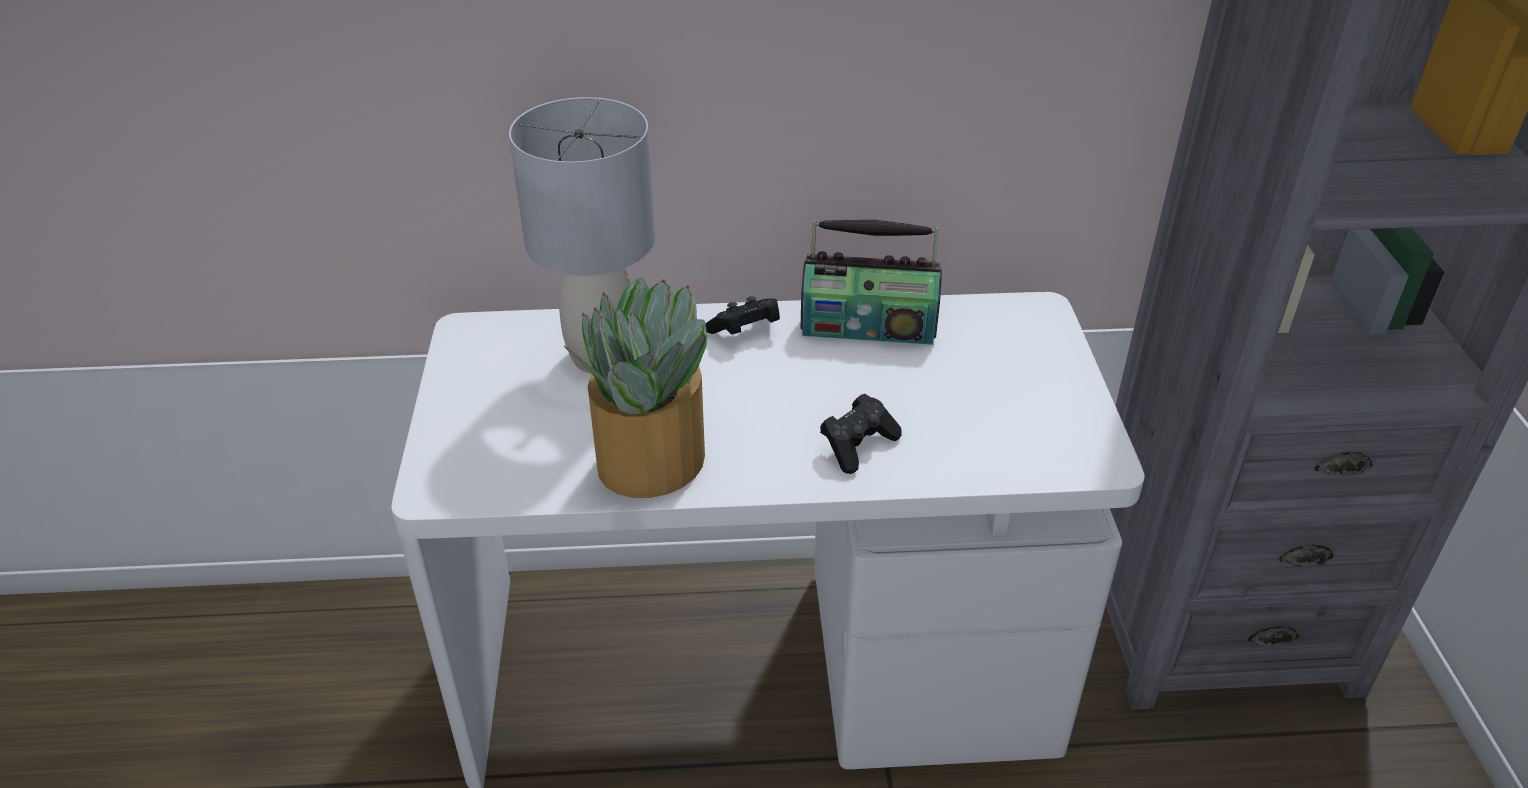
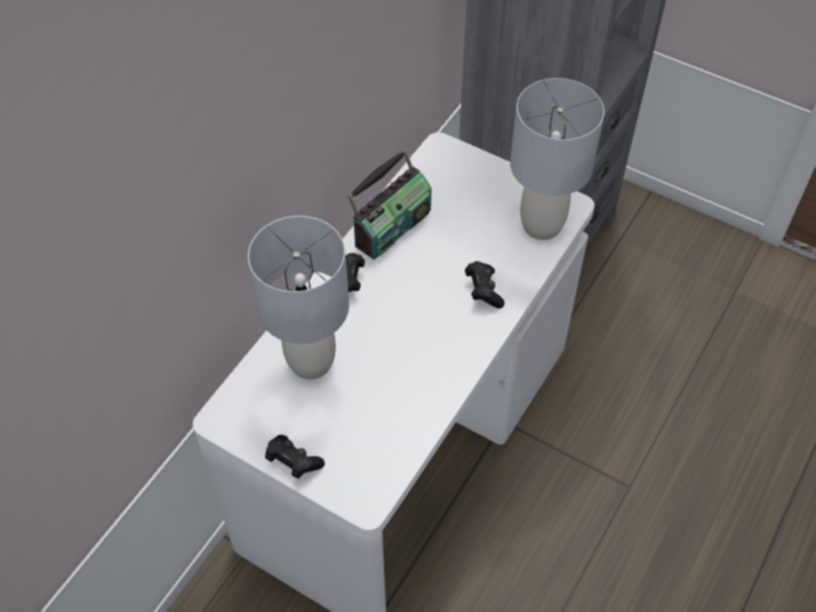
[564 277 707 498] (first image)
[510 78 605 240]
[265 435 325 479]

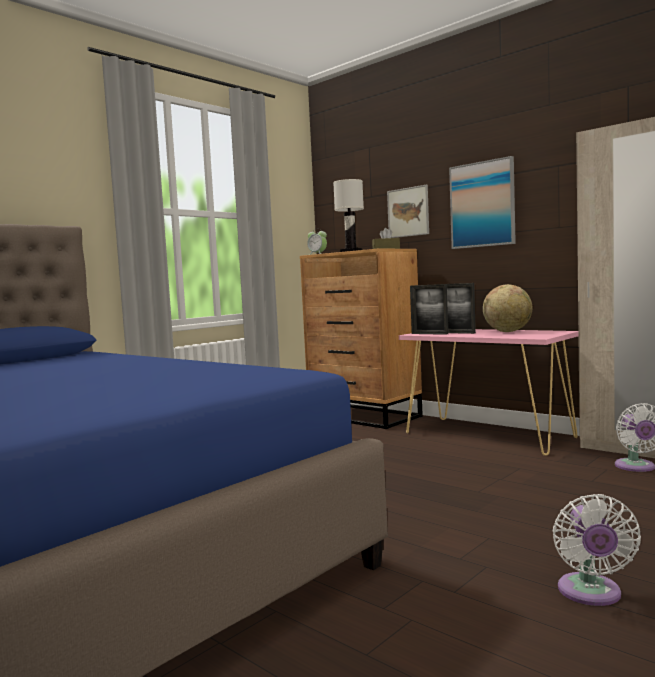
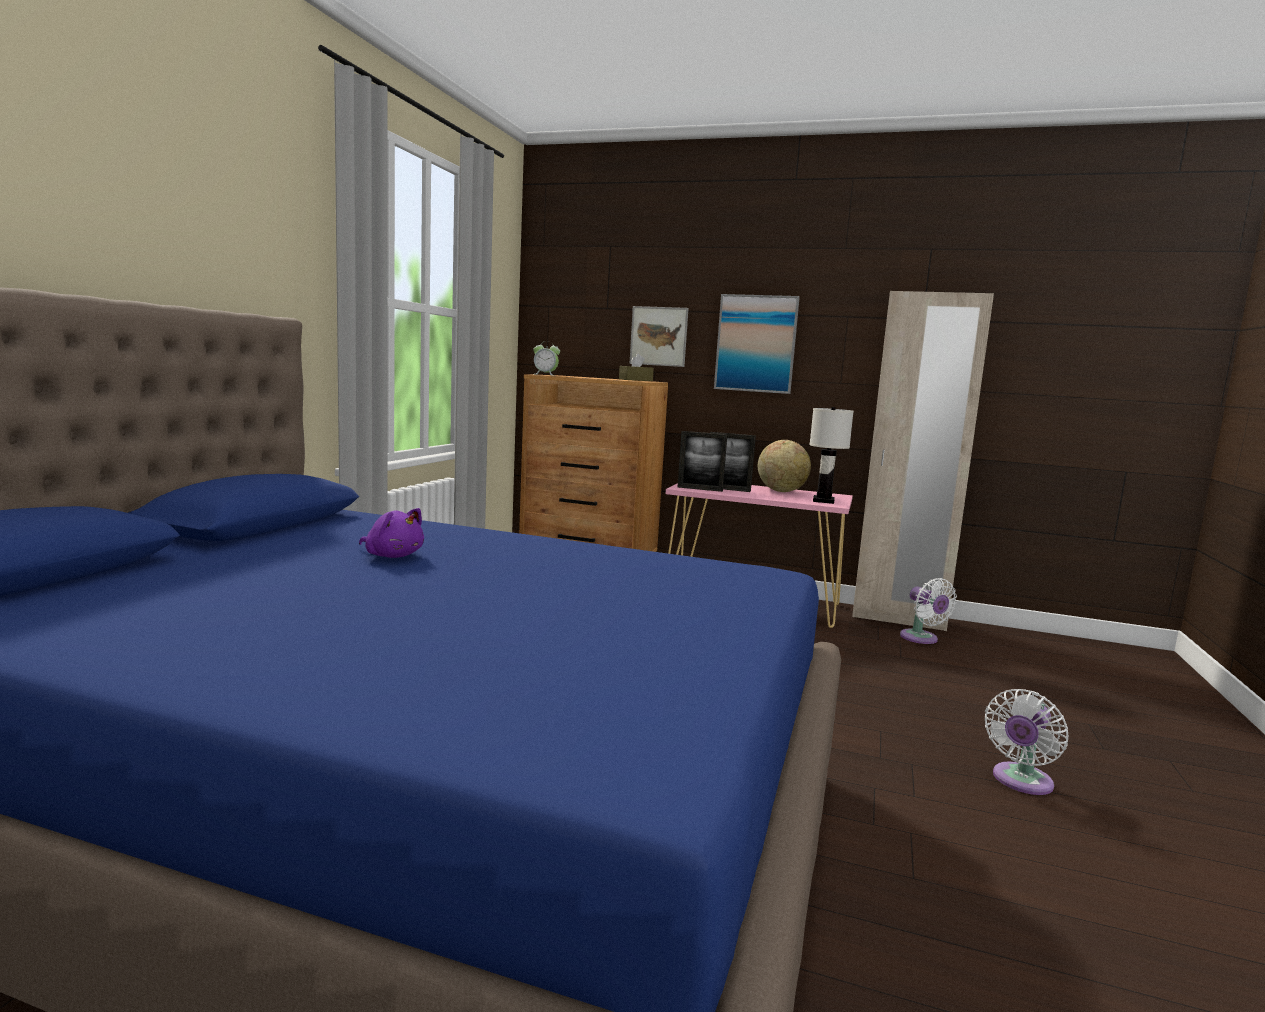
[809 407 854 504]
[985 689 1068 795]
[359 508 424 558]

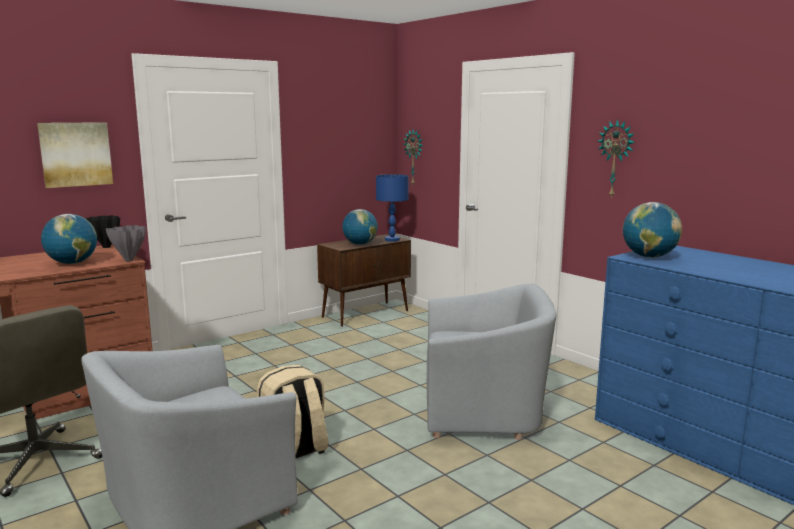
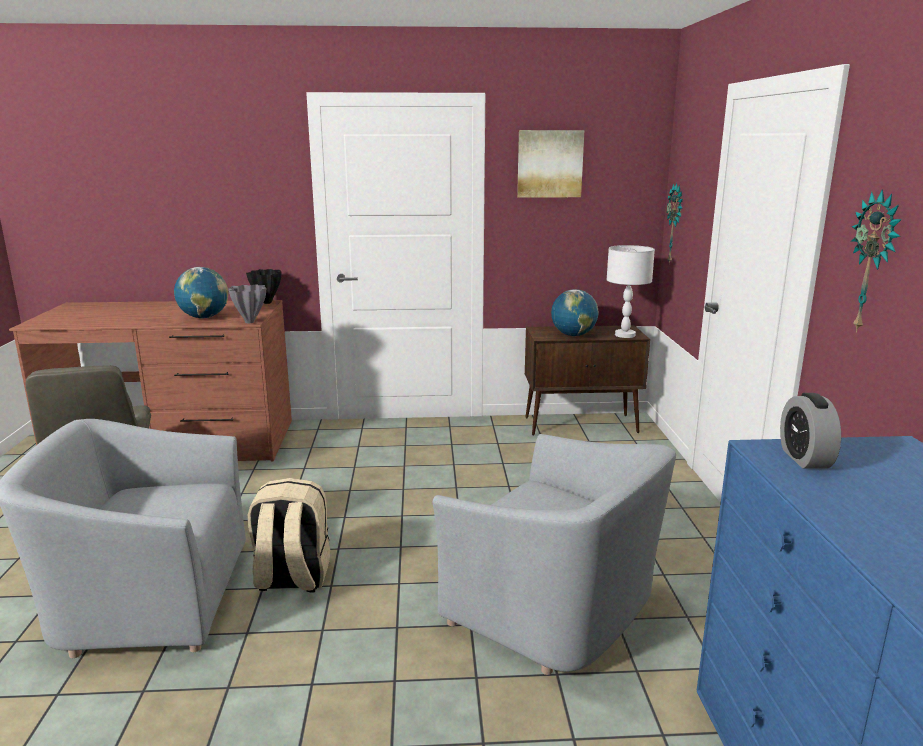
[517 130 585 198]
[606 245 655 338]
[780 393 841 469]

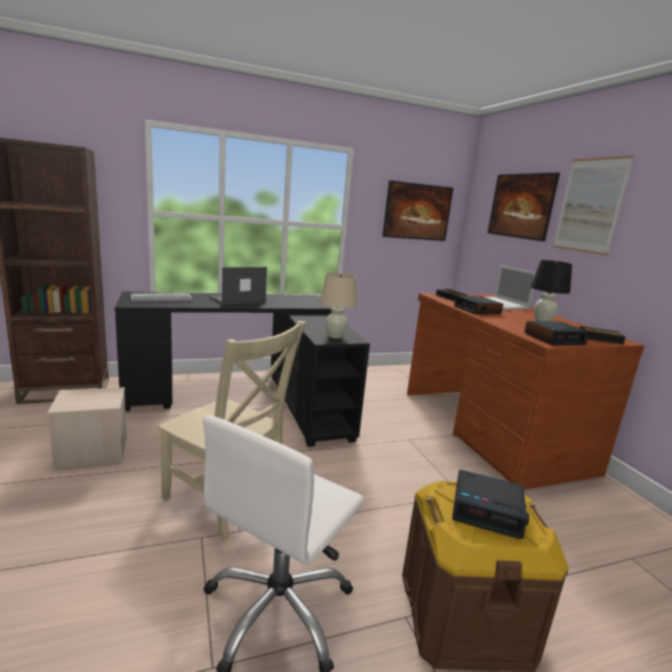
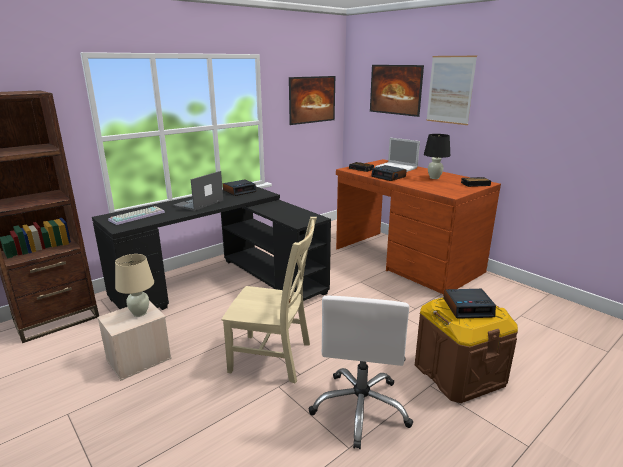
[115 254 154 317]
[223 180 256 196]

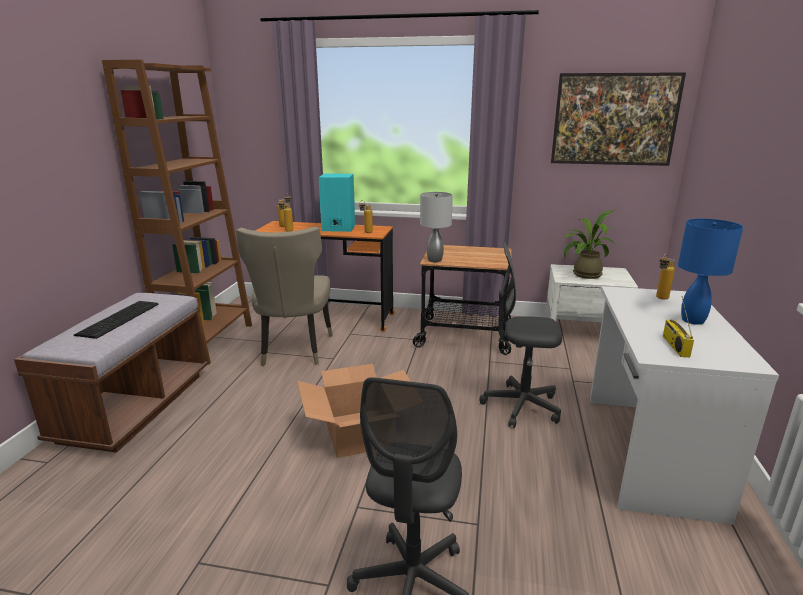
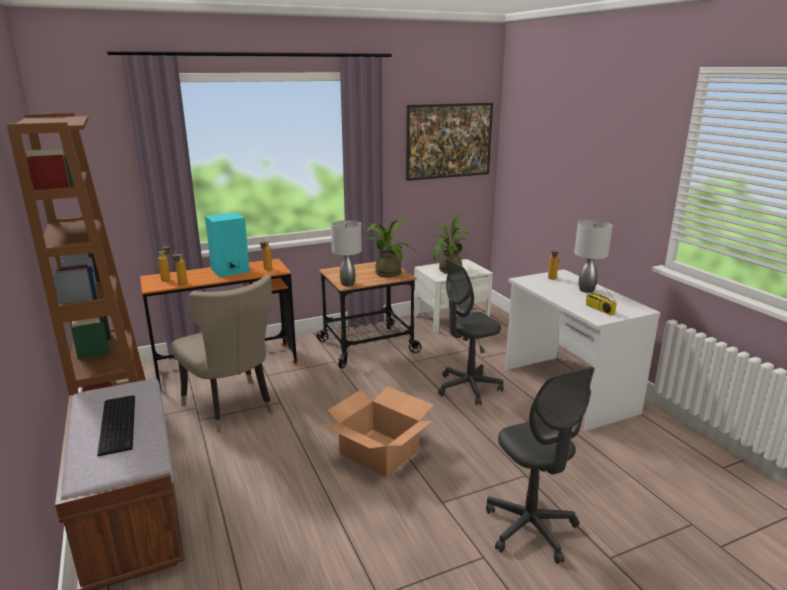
[574 220 613 293]
[363 218 419 278]

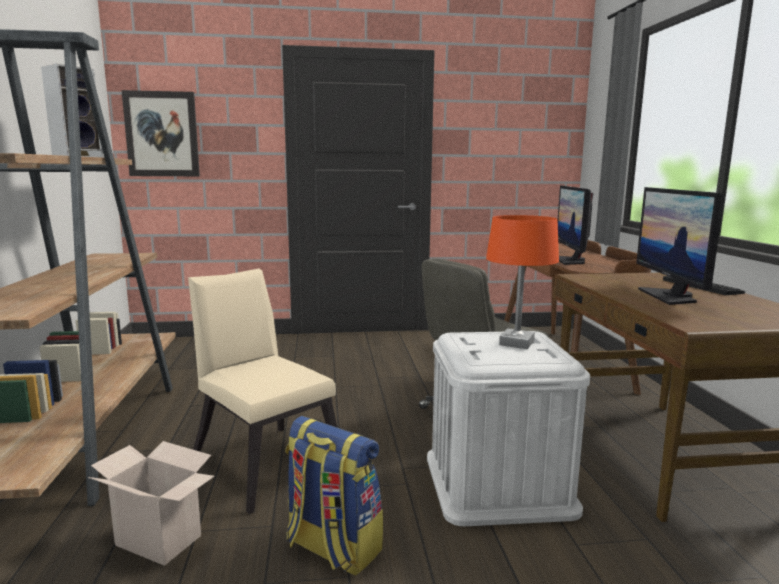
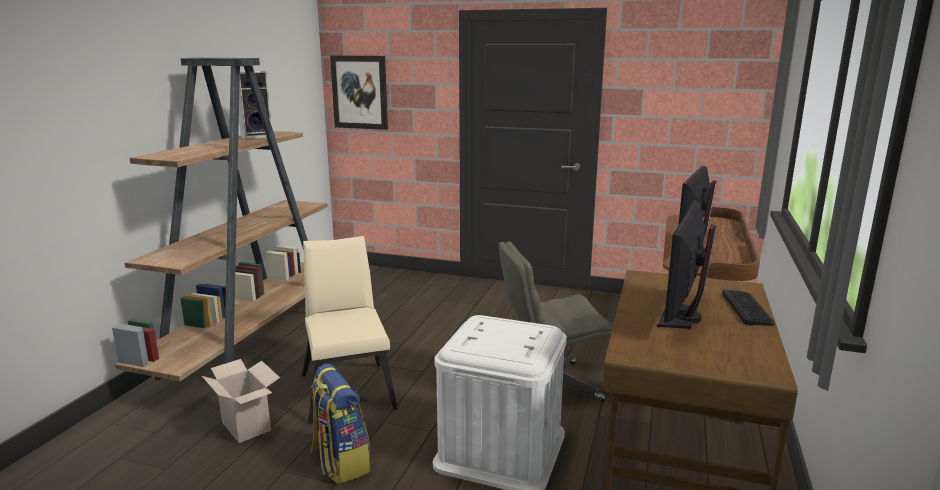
[486 215 559 349] (first image)

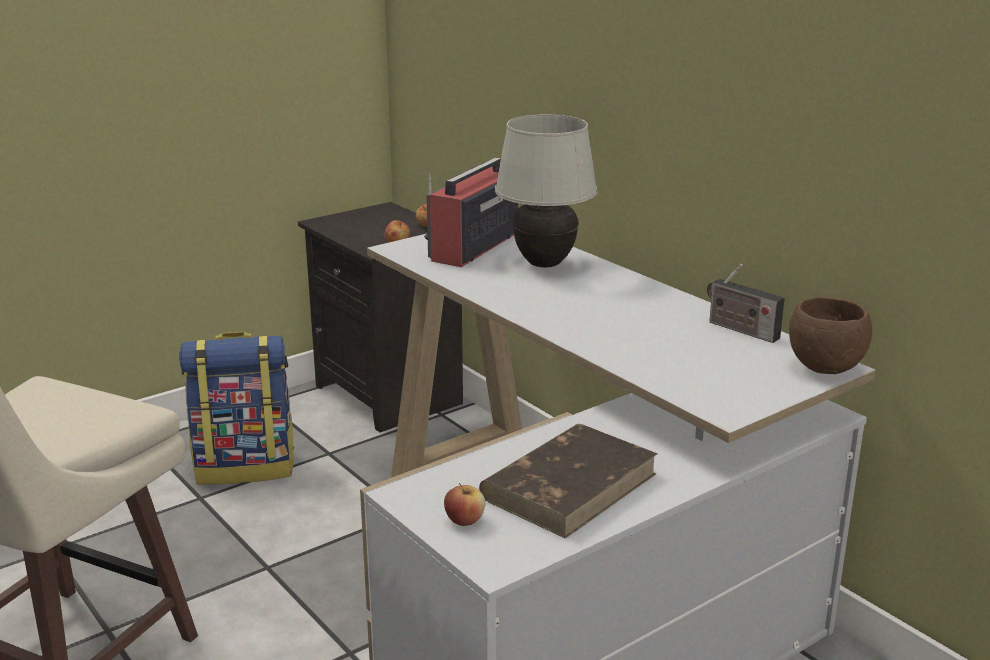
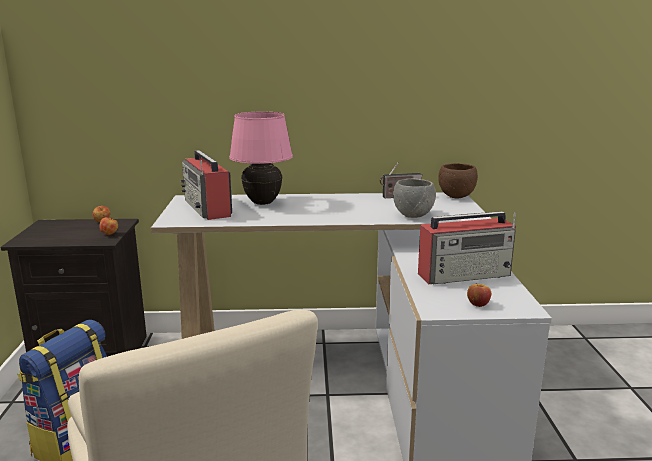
[229 112 293 205]
[418 211 516 284]
[393 178 436 218]

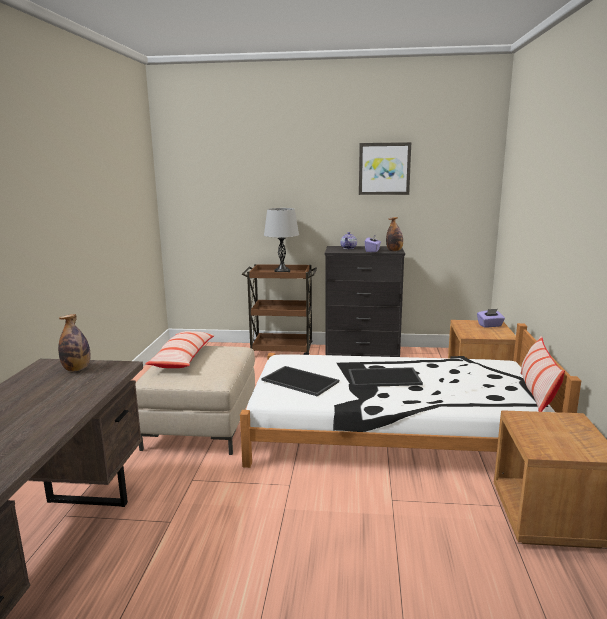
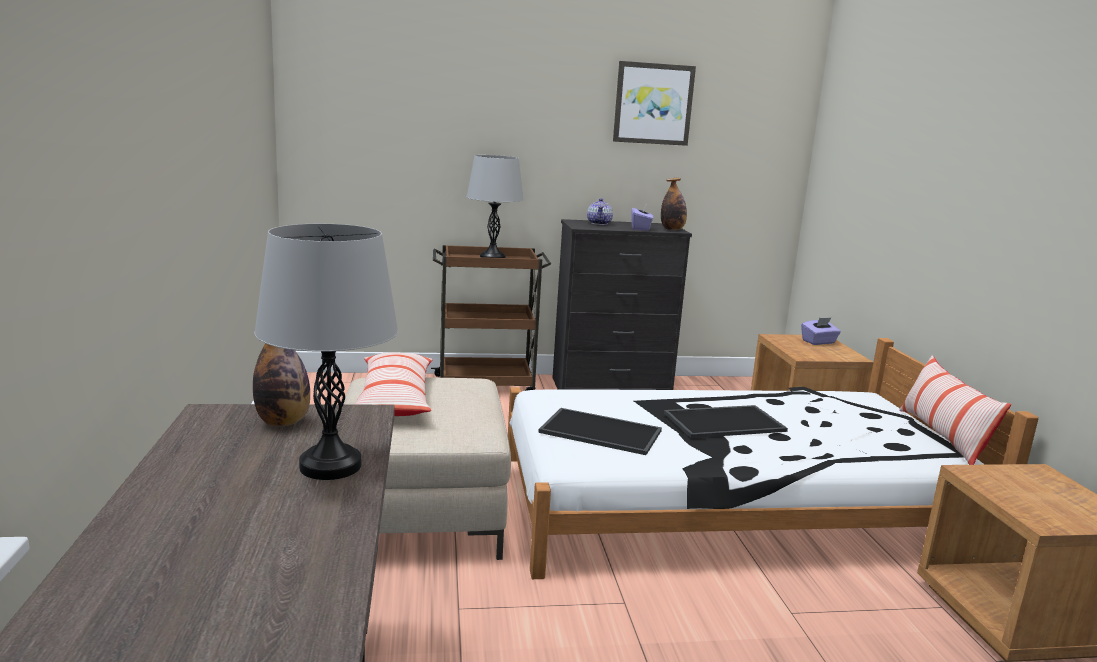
[254 224 398 480]

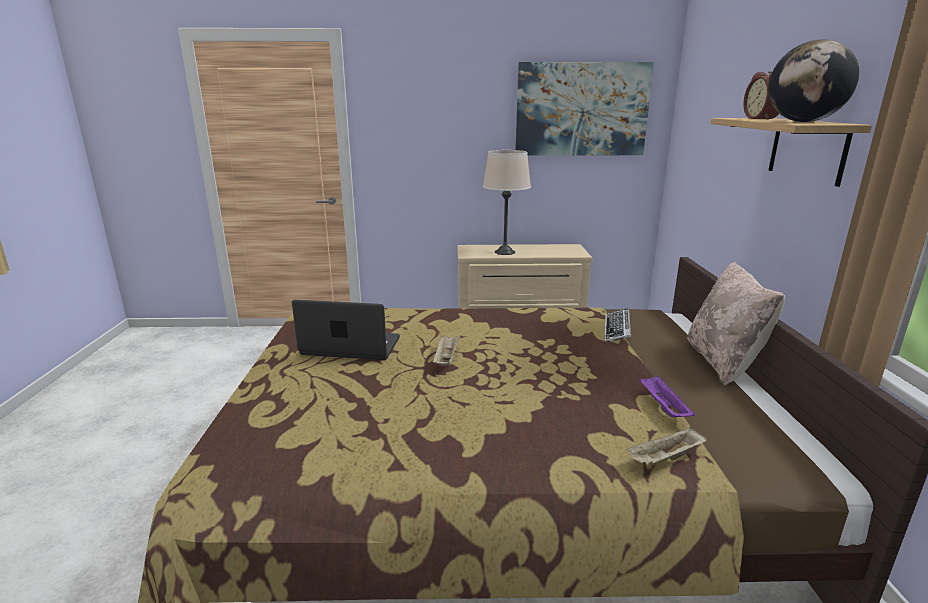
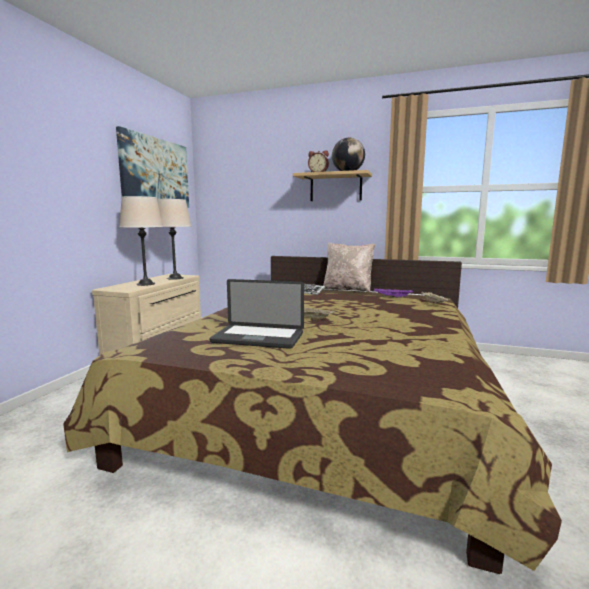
[209 279 304 349]
[157 199 191 280]

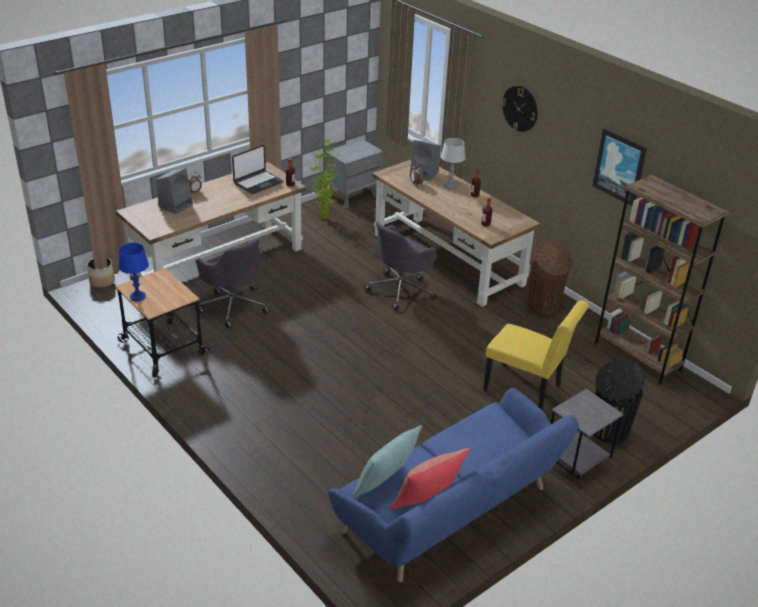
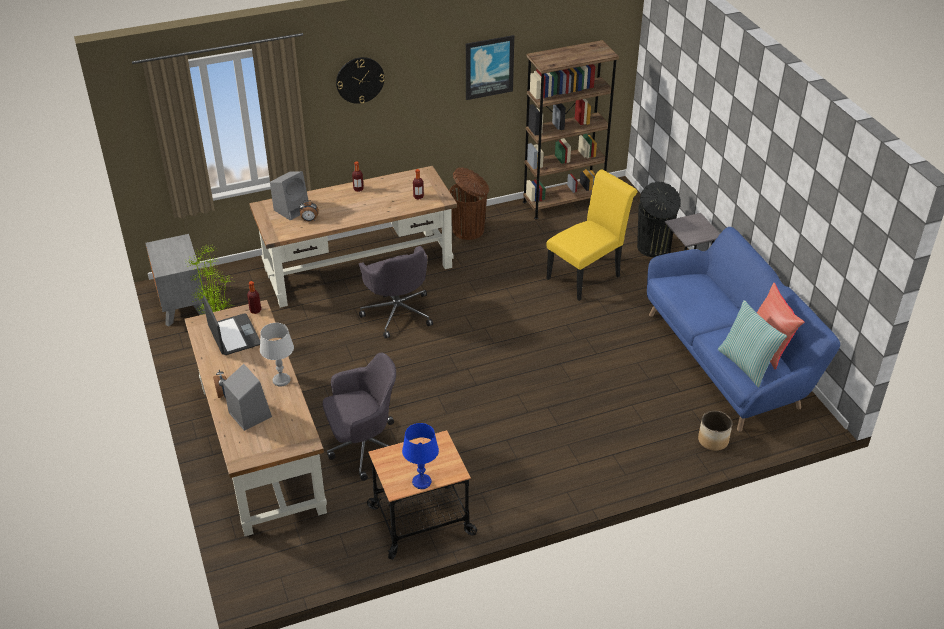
[260 323 294 387]
[698 411 732 451]

